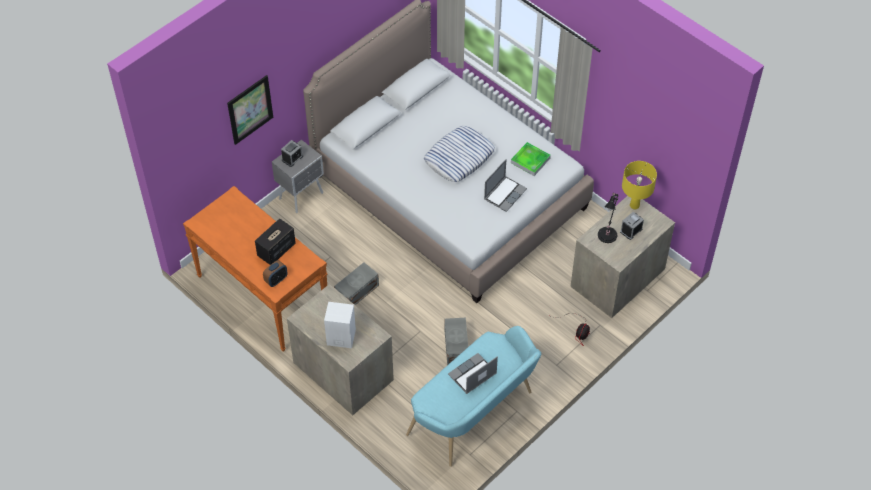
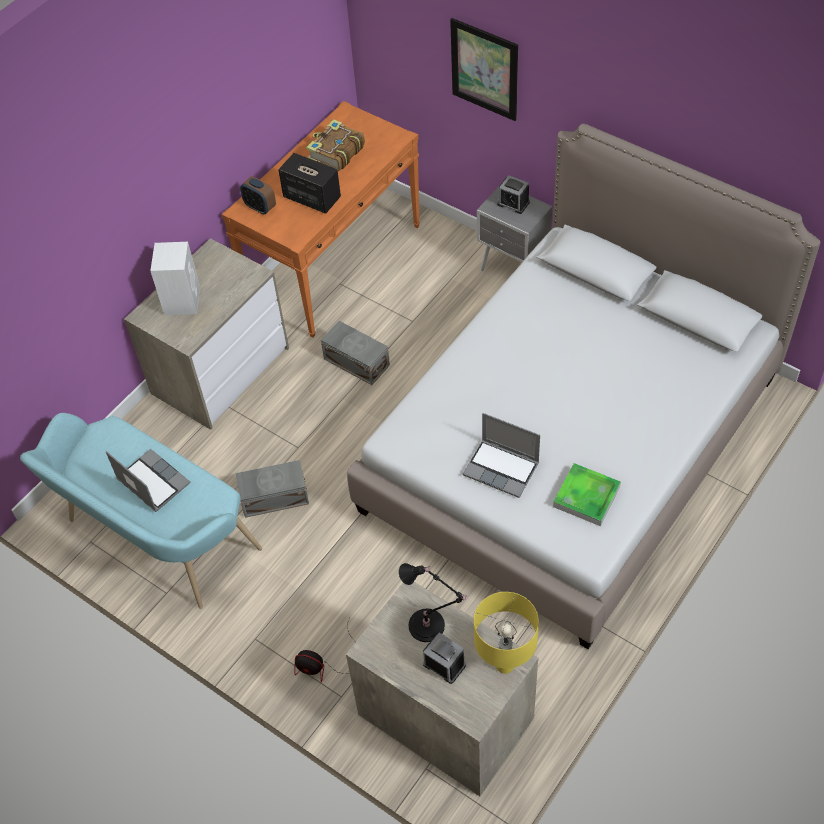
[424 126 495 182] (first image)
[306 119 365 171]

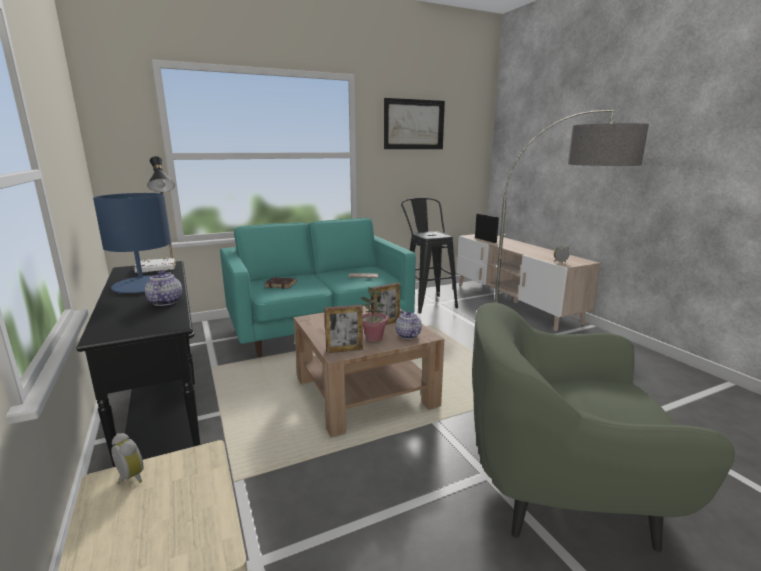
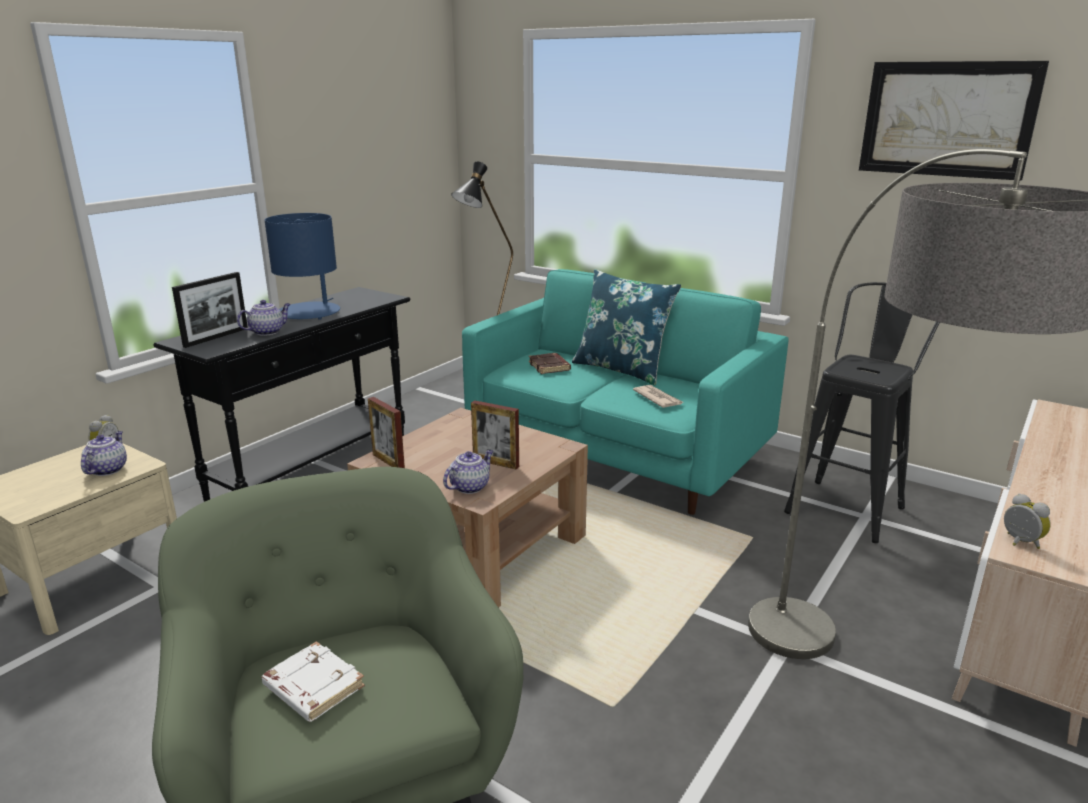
[172 272 248 348]
[261 641 365 722]
[360 287 388 342] (first image)
[572 269 681 386]
[81 431 127 476]

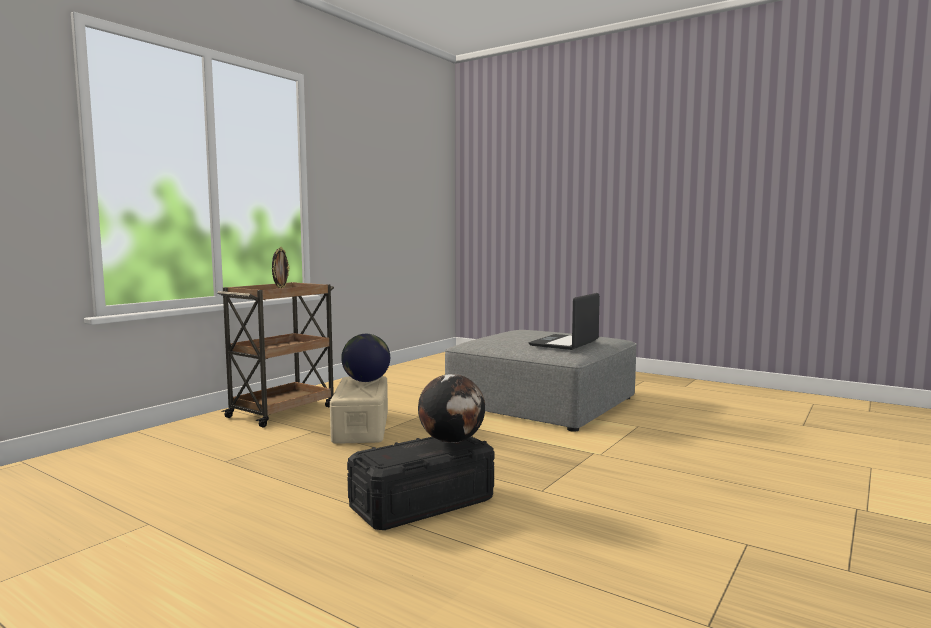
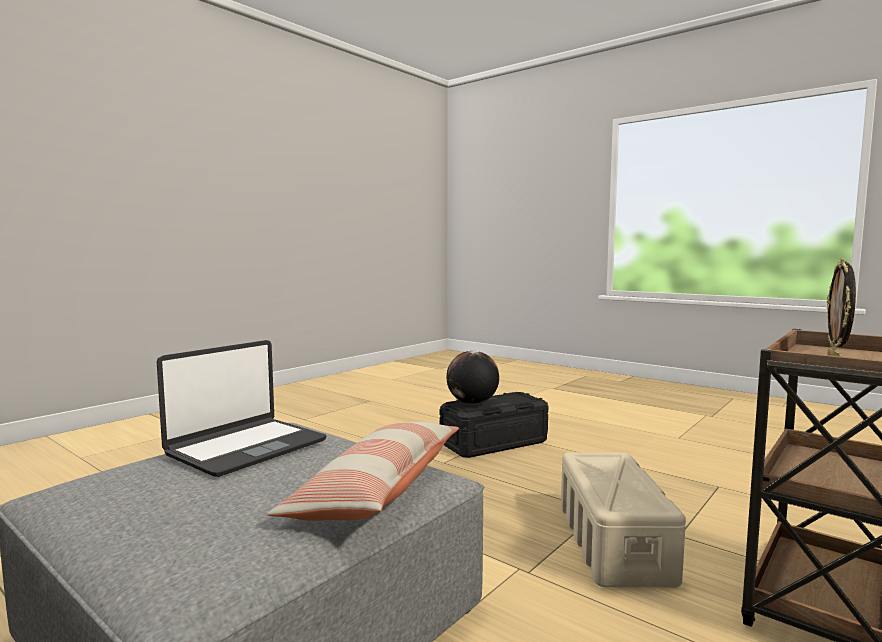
[341 334 390 382] (first image)
[267 422 459 521]

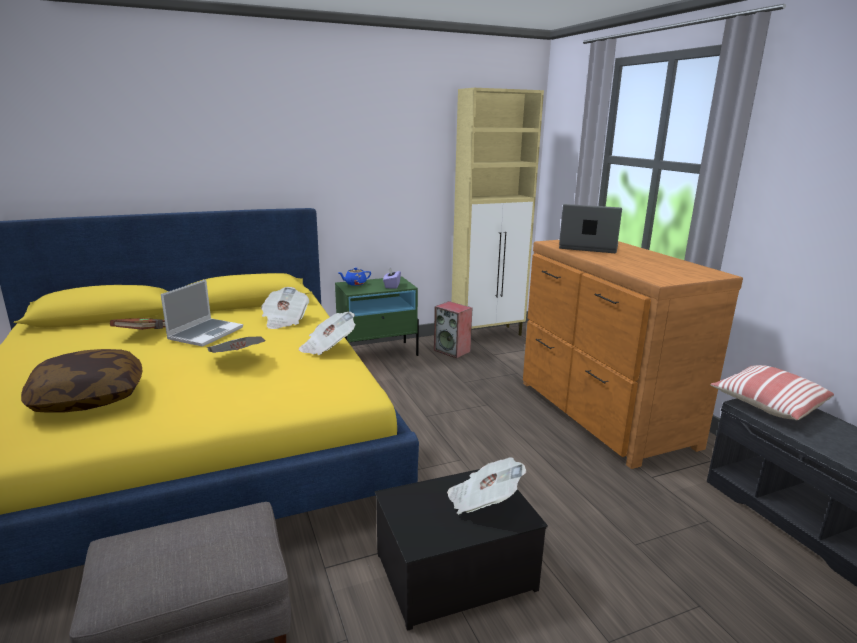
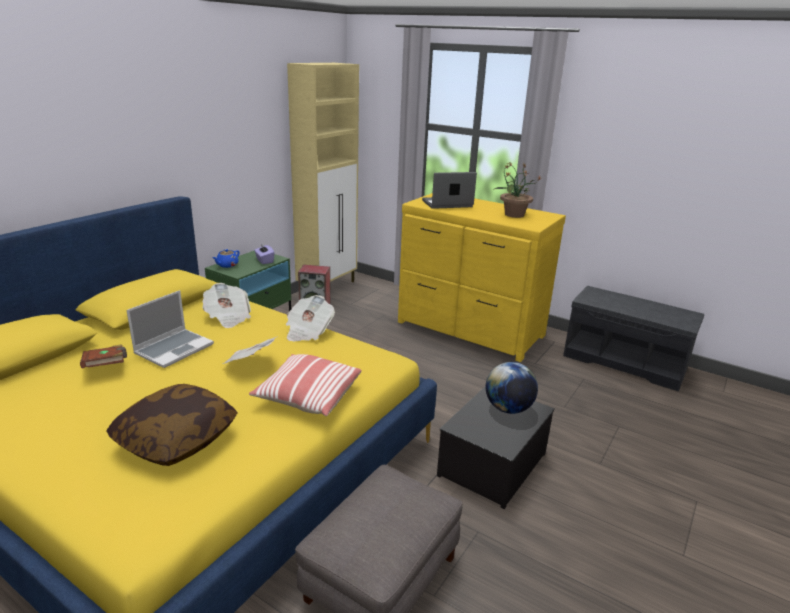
[398 193 566 362]
[126 290 214 368]
[249 354 361 416]
[486 362 538 414]
[493 163 541 218]

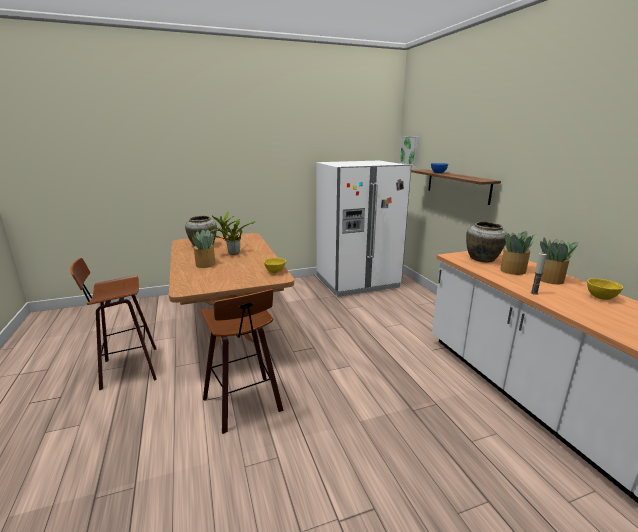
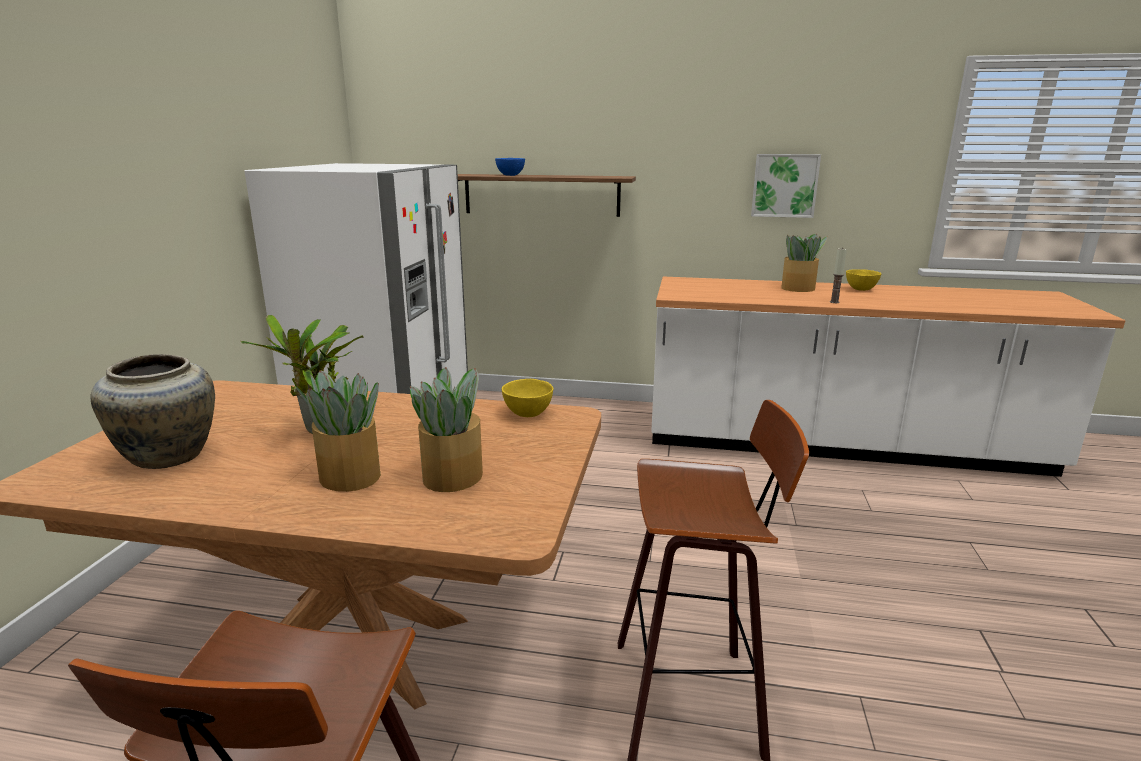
[751 154 821 218]
[466 222 507 262] (first image)
[410 367 483 492]

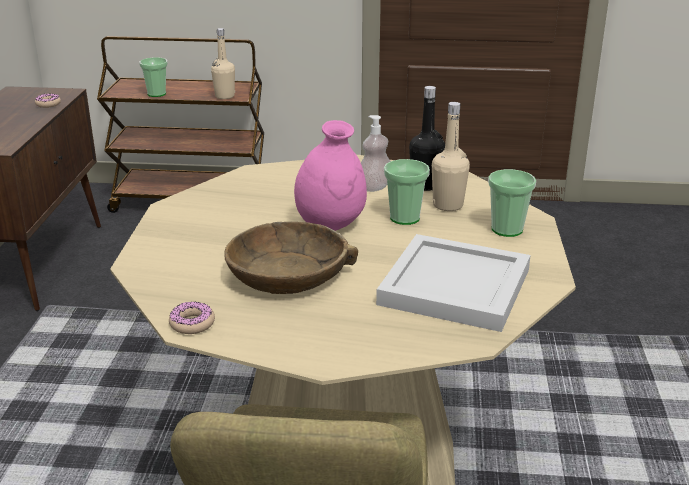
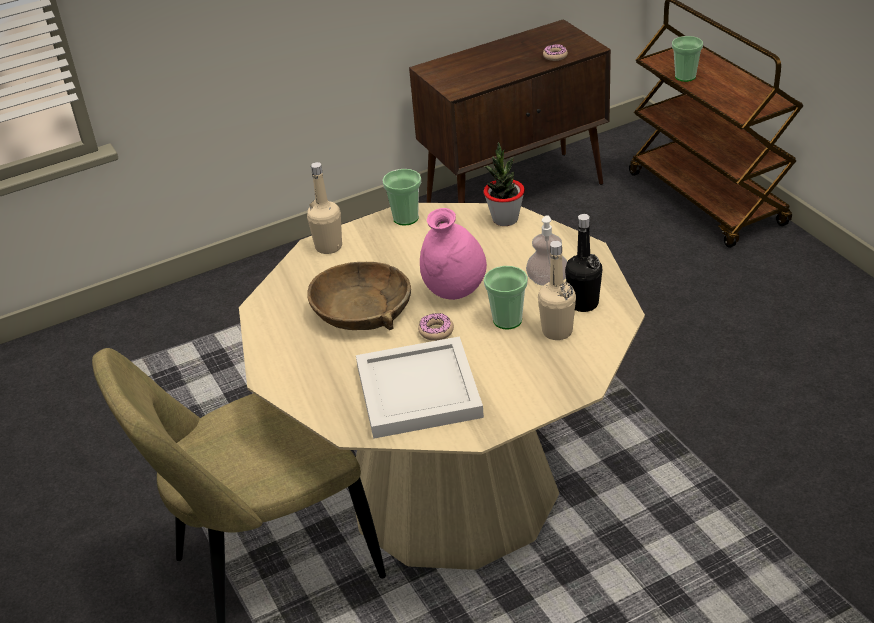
[307 162 342 254]
[383 169 421 226]
[418 313 454 341]
[484 142 525 226]

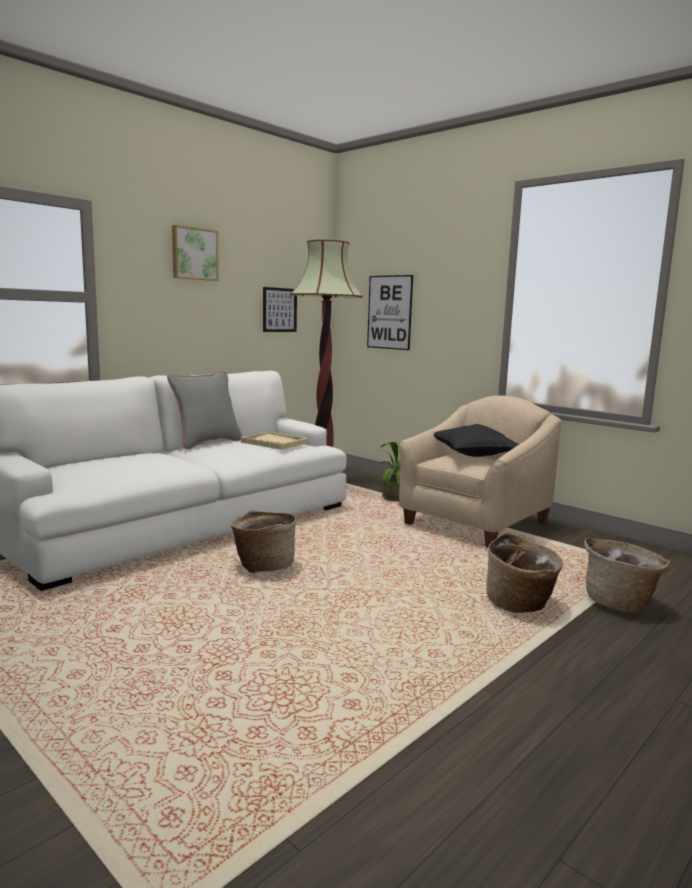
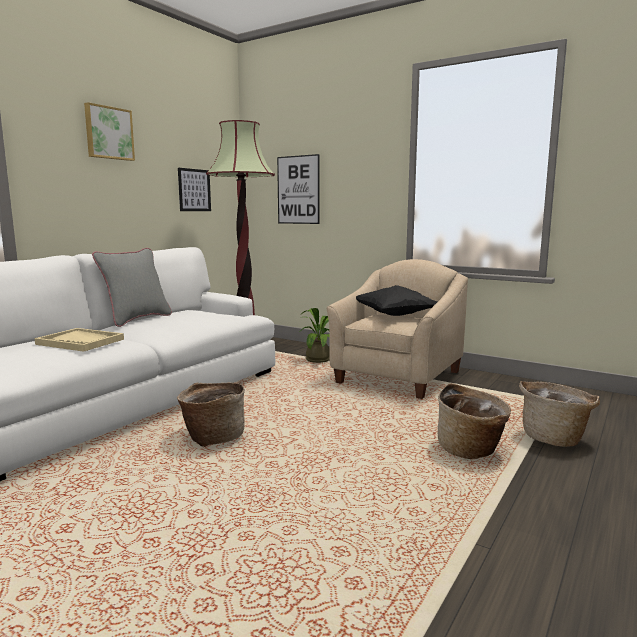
[35 328 124 352]

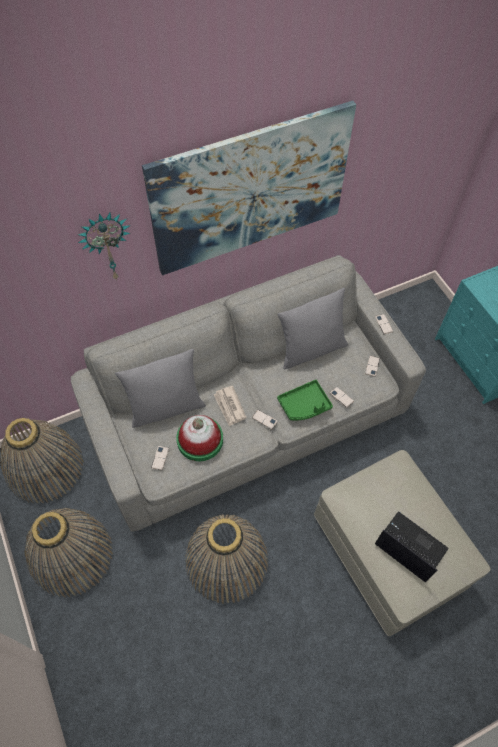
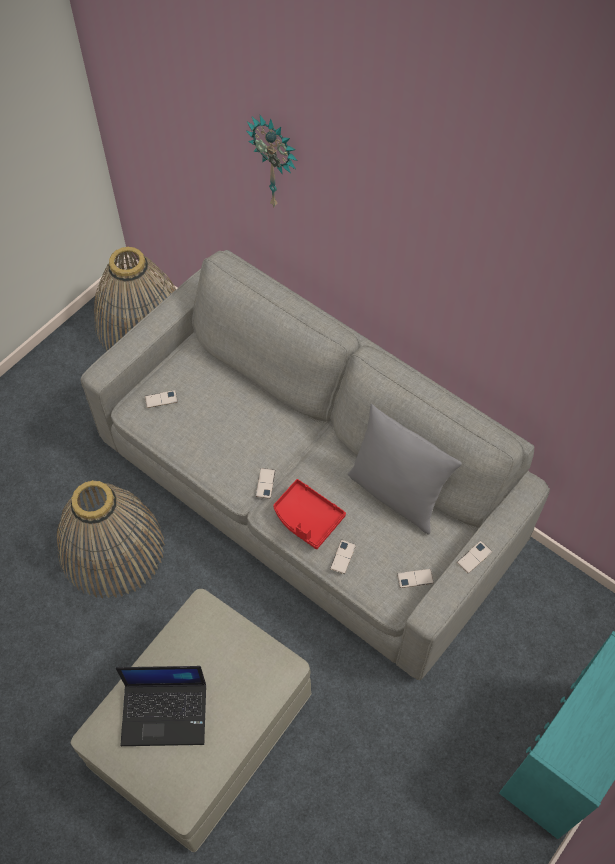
[142 101 356 275] (first image)
[115 349 206 428] (first image)
[273 479 346 549]
[214 386 247 426] (first image)
[176 415 223 461] (first image)
[25 508 113 597] (first image)
[116 666 206 746]

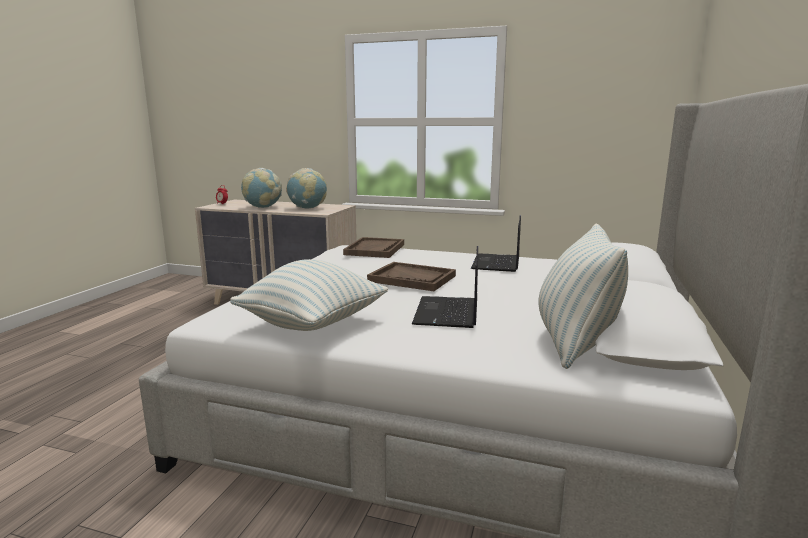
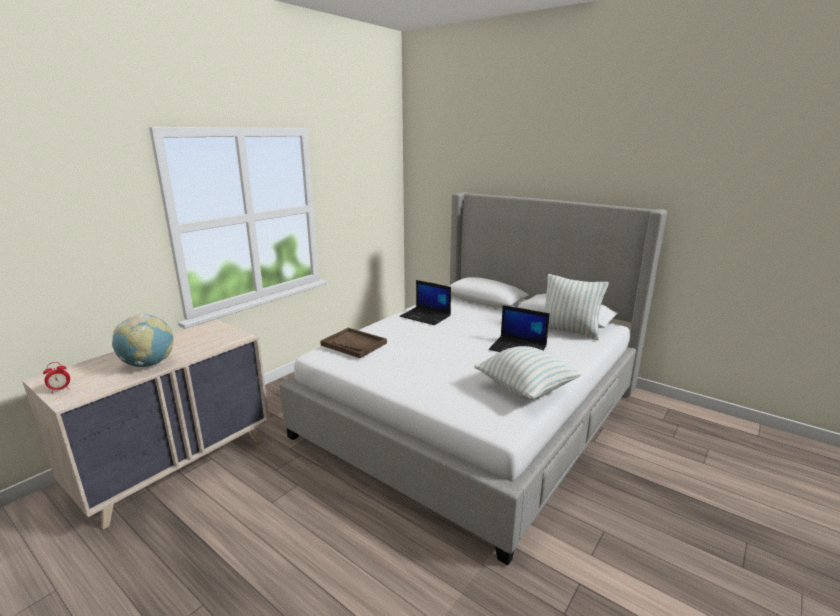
[286 168 327 209] (first image)
[367 262 456 291] (first image)

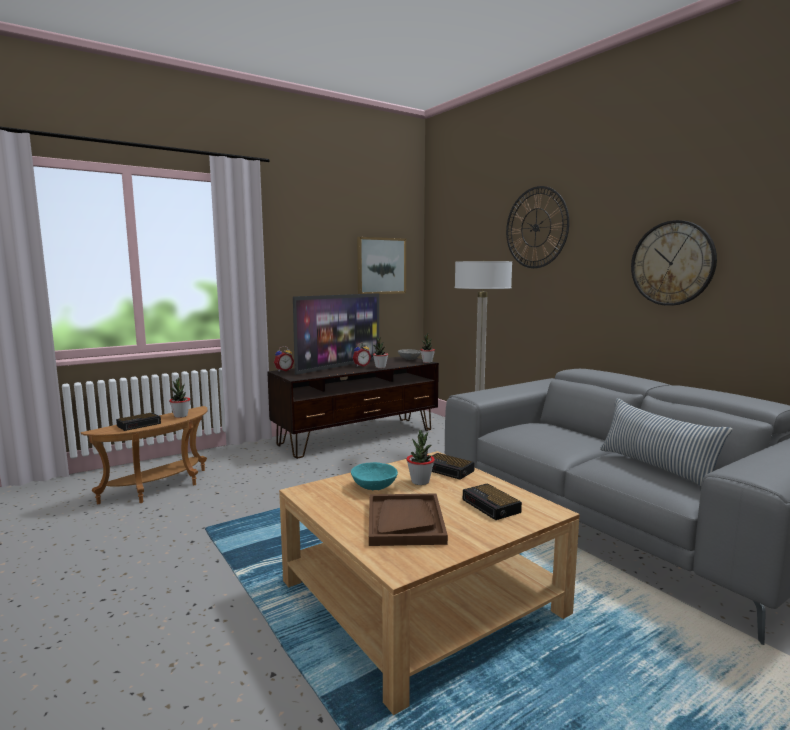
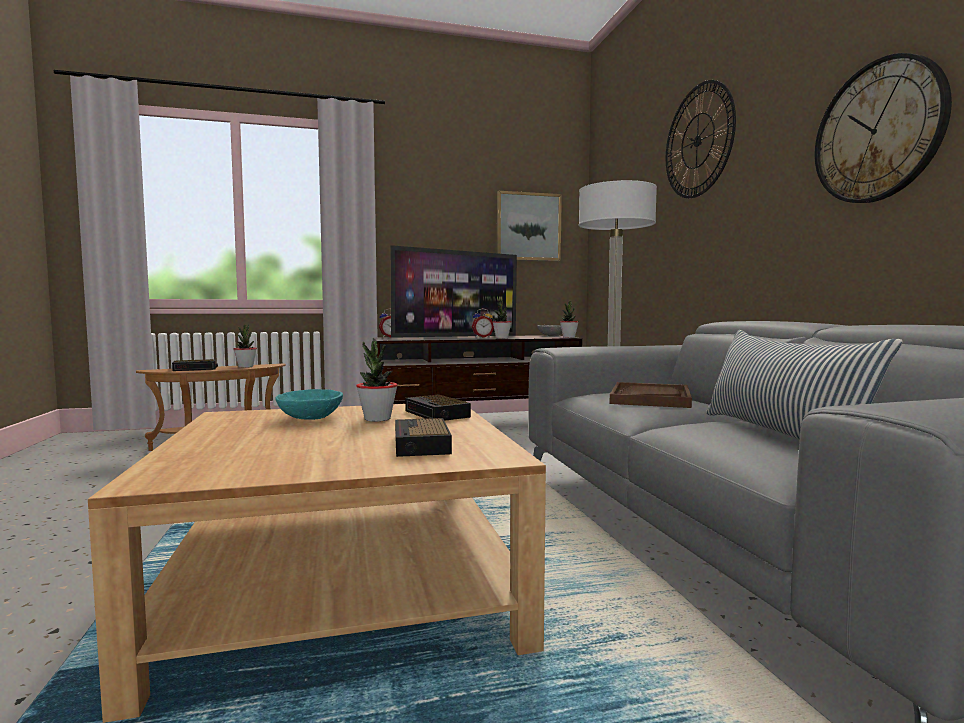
[610 382 692 408]

